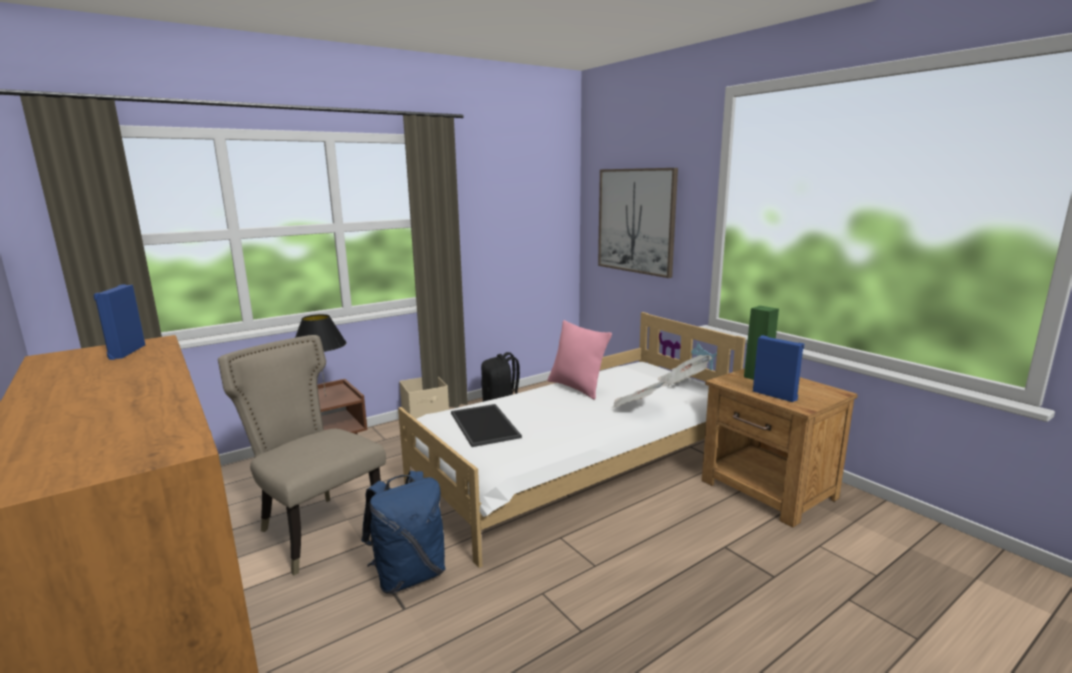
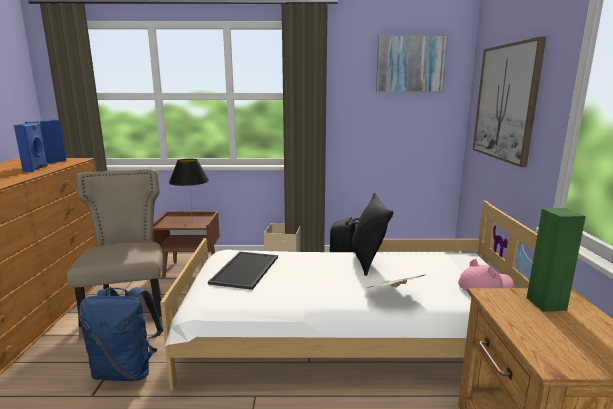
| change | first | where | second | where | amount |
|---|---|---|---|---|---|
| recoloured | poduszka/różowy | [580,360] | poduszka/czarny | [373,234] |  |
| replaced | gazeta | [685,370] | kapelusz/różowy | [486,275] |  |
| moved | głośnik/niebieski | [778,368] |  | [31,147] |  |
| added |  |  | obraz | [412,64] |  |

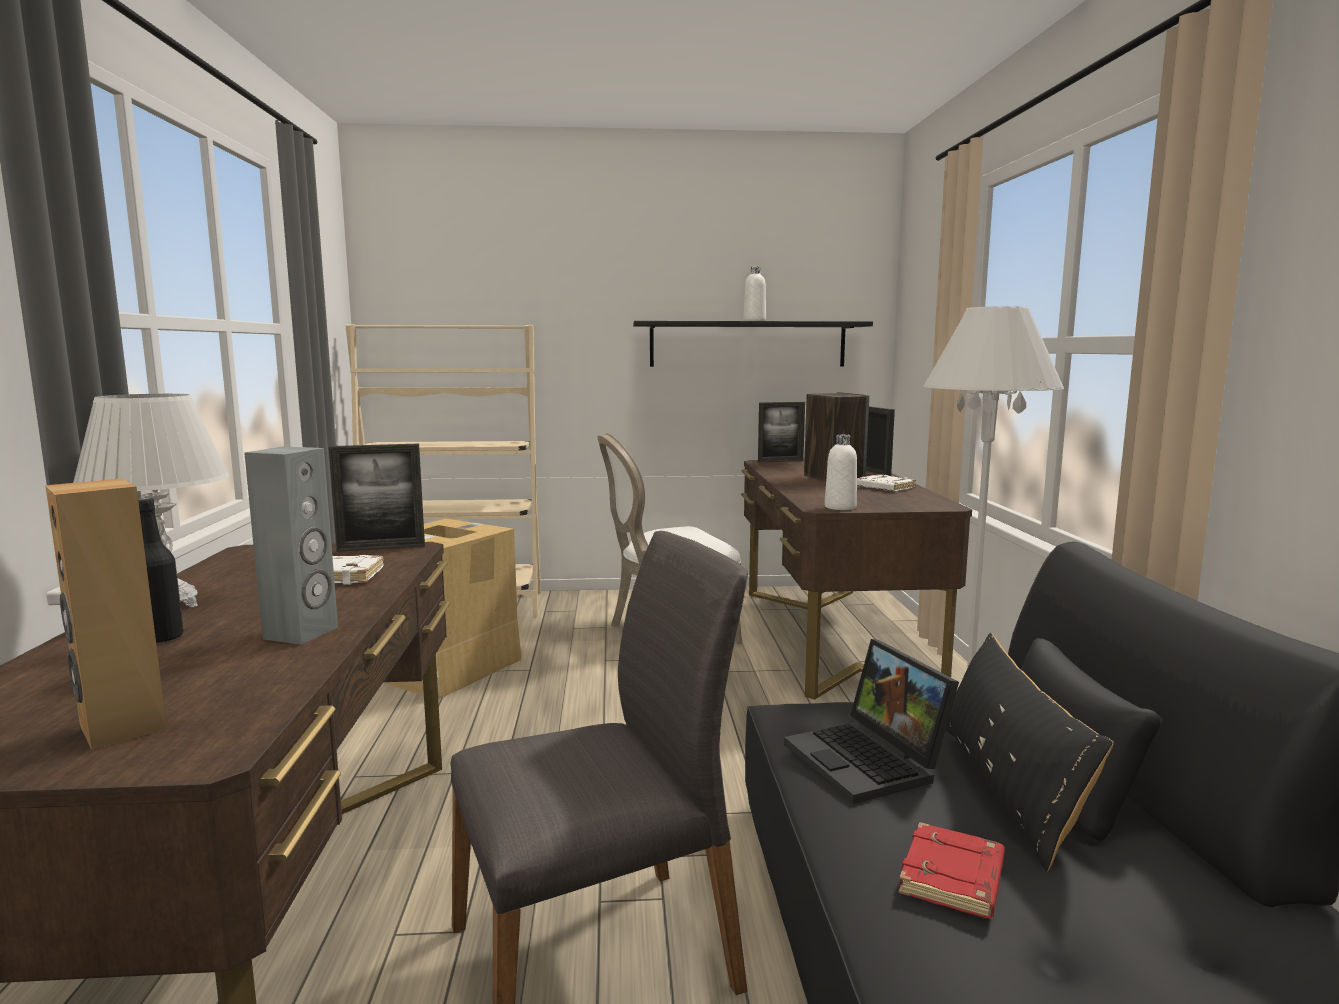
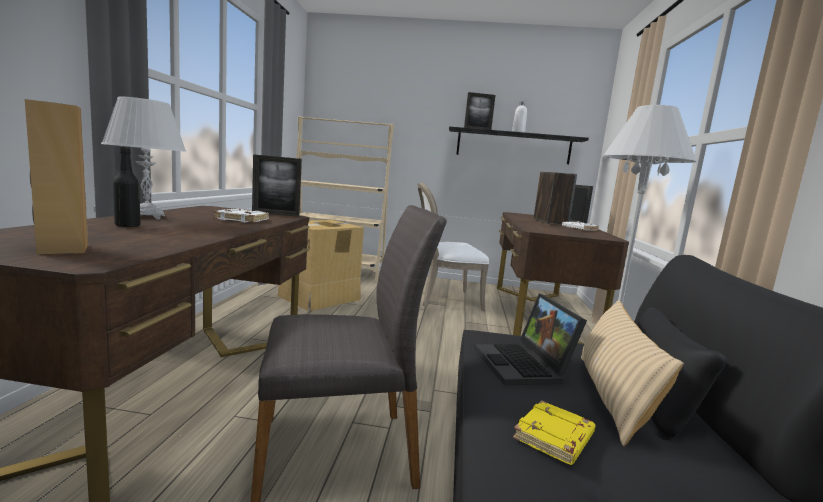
| change | first | where | second | where | amount |
|---|---|---|---|---|---|
| removed | głośnik/szary | [291,546] |  |  |  |
| moved | ramka na zdjęcie | [781,432] |  | [480,111] |  |
| removed | butelka/biały | [841,472] |  |  |  |
| recoloured | książka/czerwony | [952,870] | książka/żółty | [554,432] |  |
| recoloured | poduszka/czarny | [1030,752] | poduszka/beżowy | [632,373] |  |

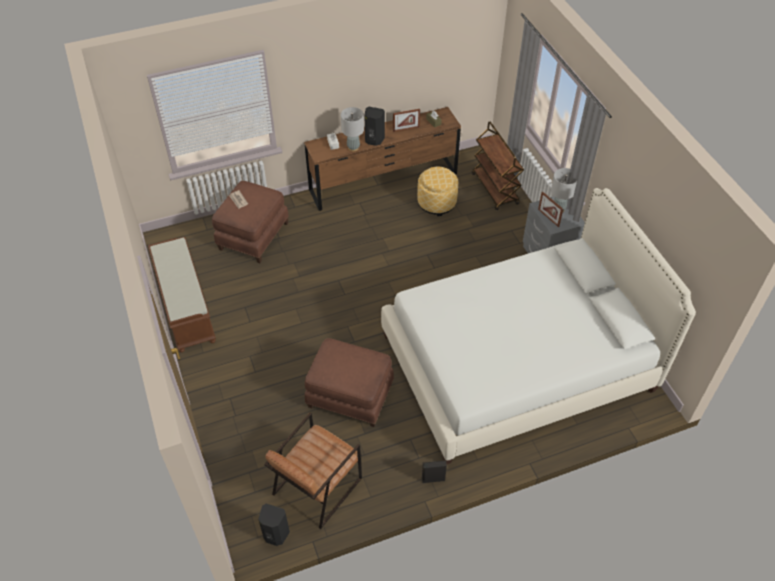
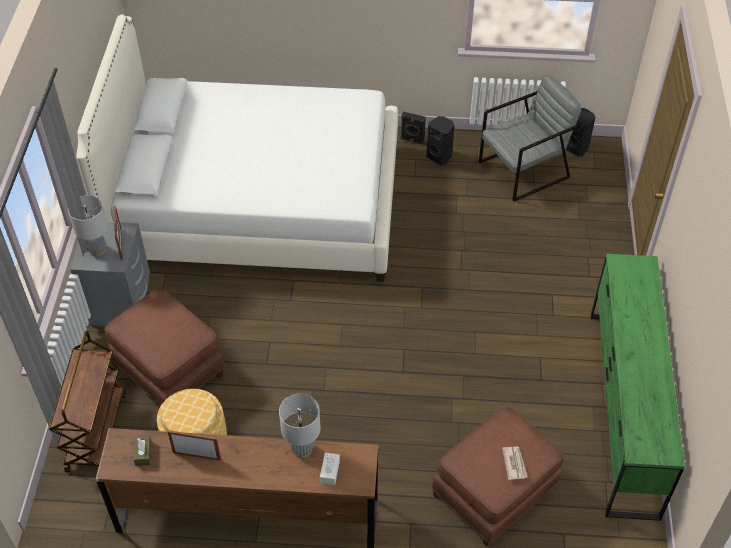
| change | first | where | second | where | amount |
|---|---|---|---|---|---|
| replaced | ławka/brązowy | [182,294] | komoda/zielony | [638,387] |  |
| recoloured | fotel/brązowy | [313,471] | fotel/szary | [530,138] |  |
| moved | pufa/brązowy | [349,382] |  | [165,347] |  |
| moved | głośnik/czarny | [374,126] |  | [440,140] |  |

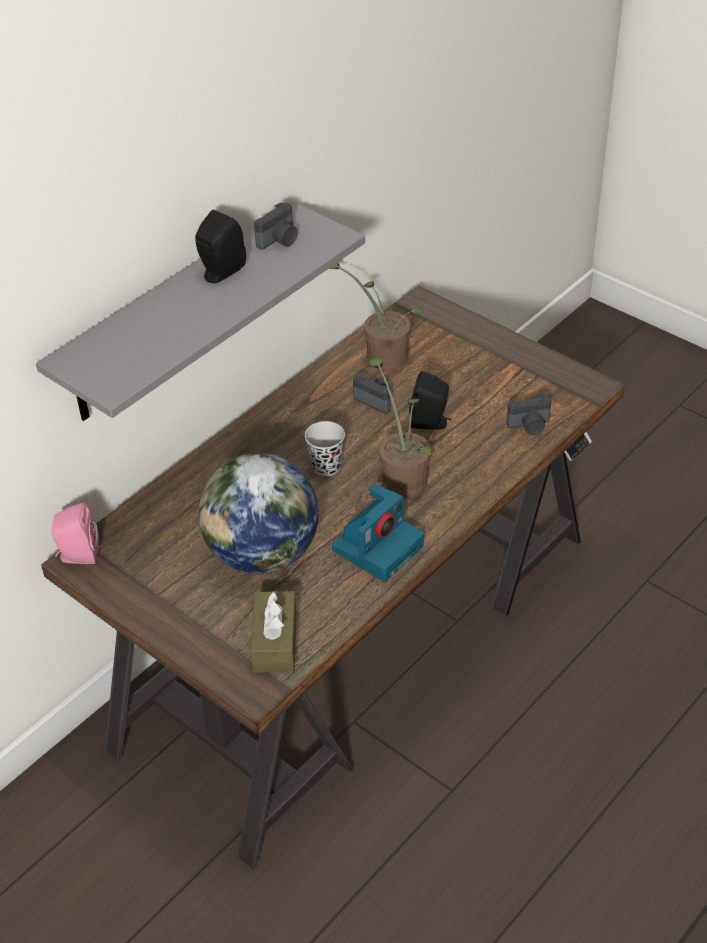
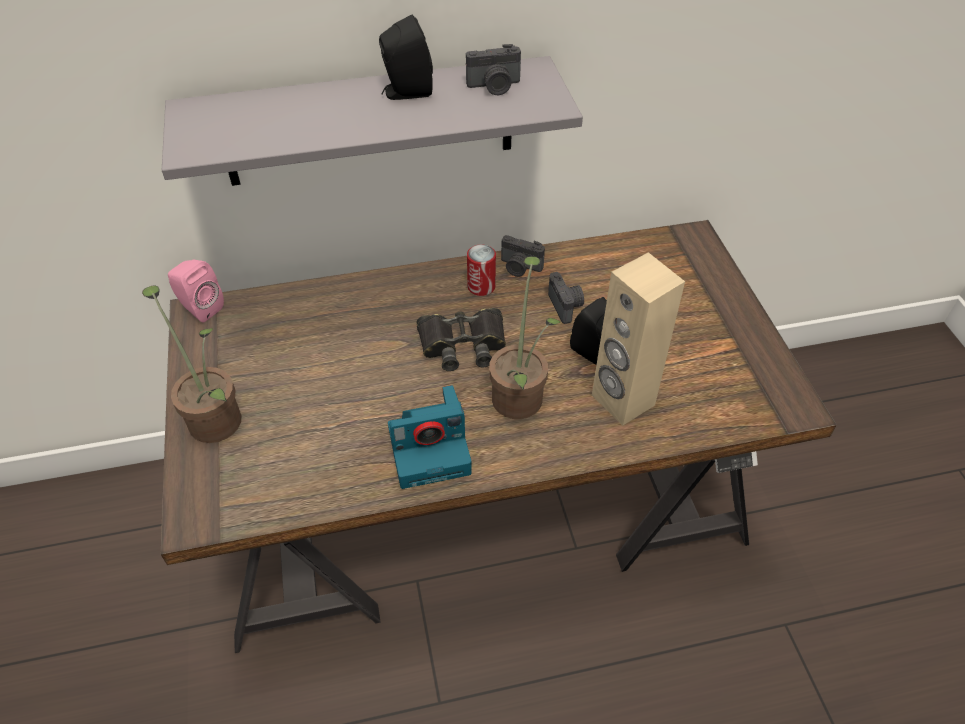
| change | first | where | second | where | amount |
|---|---|---|---|---|---|
| removed | globus | [258,513] |  |  |  |
| removed | pudełko chusteczek/brązowy | [273,632] |  |  |  |
| replaced | filiżanka/czarny | [325,448] | lornetka/czarny | [461,339] |  |
| moved | roślina doniczkowa | [377,316] |  | [191,364] |  |
| moved | aparat fotograficzny | [529,415] |  | [523,256] |  |
| added |  |  | puszka | [481,270] |  |
| added |  |  | głośnik/beżowy | [638,338] |  |

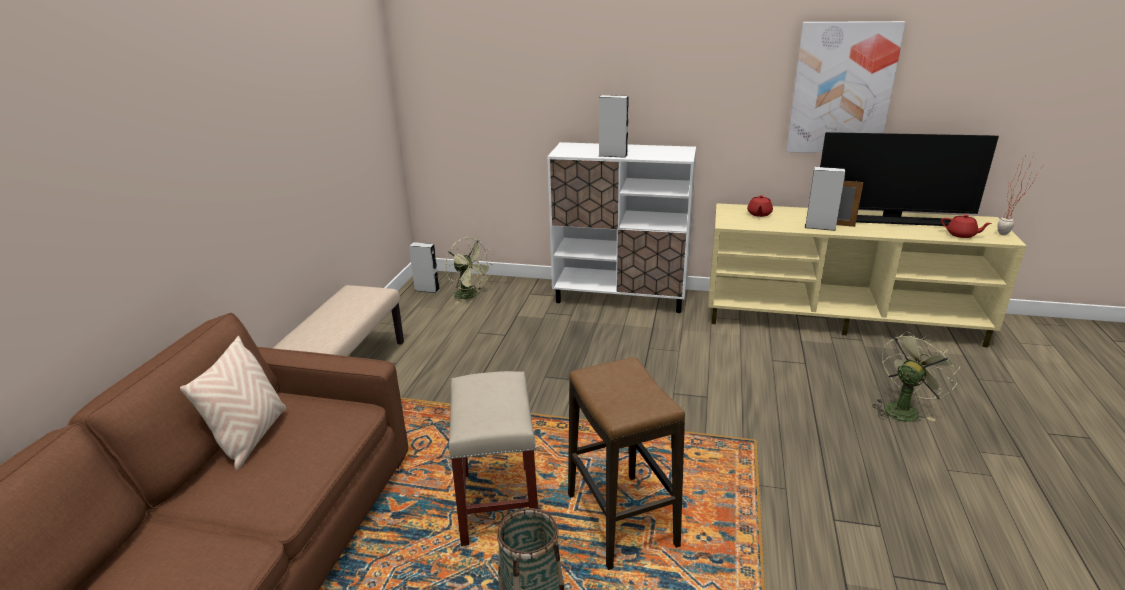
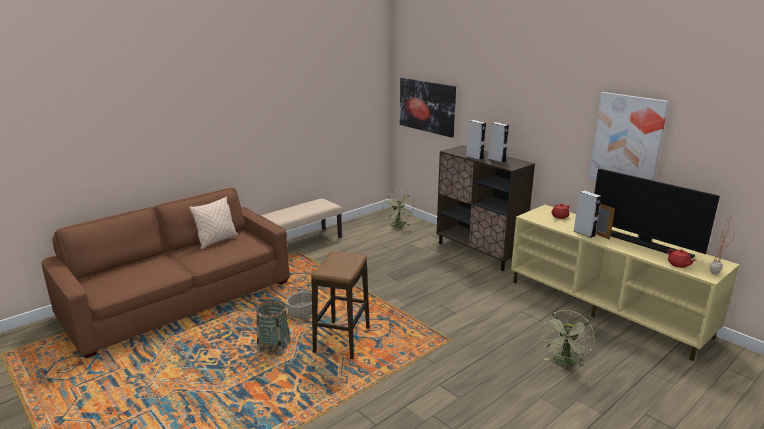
| change | first | where | second | where | amount |
|---|---|---|---|---|---|
| moved | głośnik/szary | [424,267] |  | [498,142] |  |
| replaced | stołek/beżowy | [493,458] | koszyk | [299,297] |  |
| recoloured | szafka/biały | [621,227] | szafka/brązowy | [486,208] |  |
| turned | wentylator/zielony | [916,376] |  | [568,338] | 120 degrees clockwise |
| added |  |  | obraz | [428,108] |  |

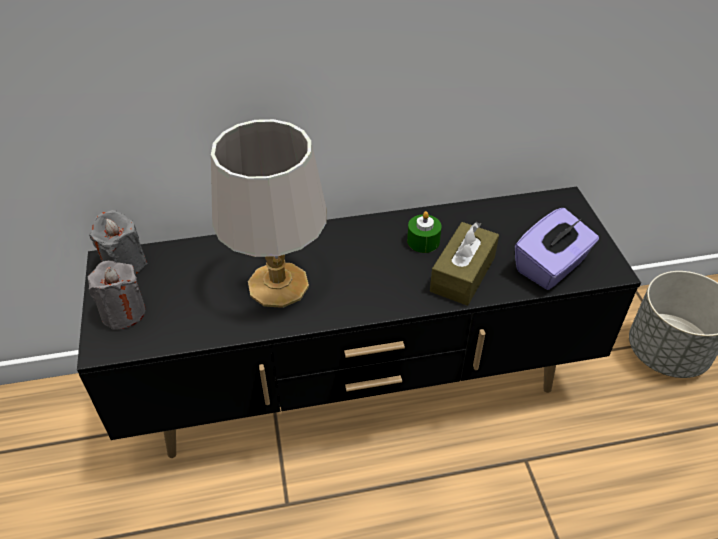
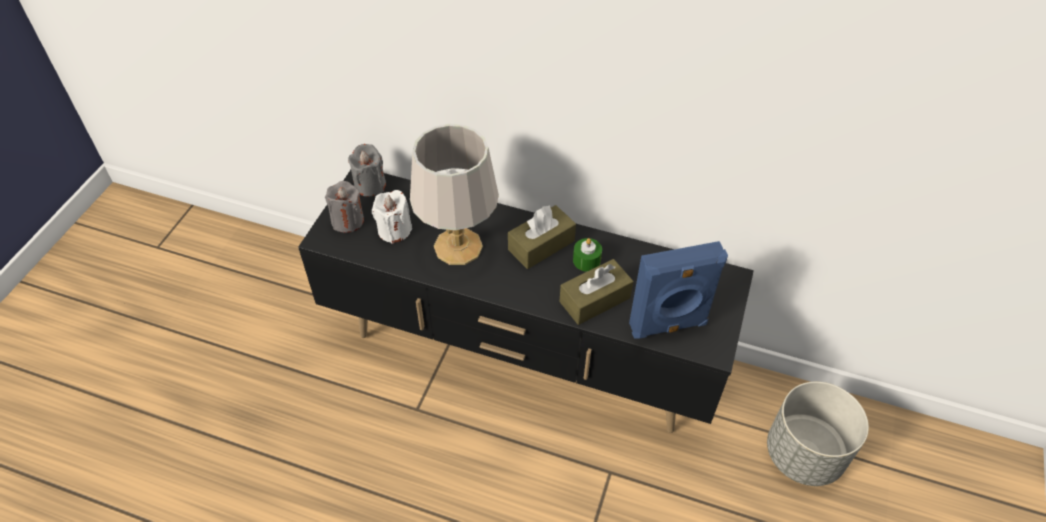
| change | first | where | second | where | amount |
|---|---|---|---|---|---|
| replaced | pudełko chusteczek/fioletowy | [557,249] | głośnik/niebieski | [678,290] |  |
| added |  |  | świeca/biały | [392,217] |  |
| added |  |  | pudełko chusteczek/brązowy | [542,237] |  |

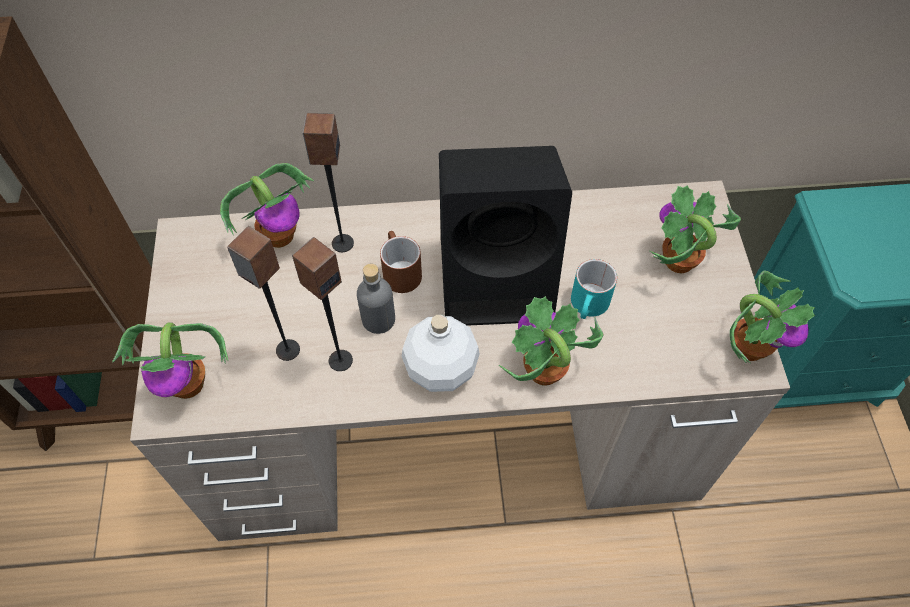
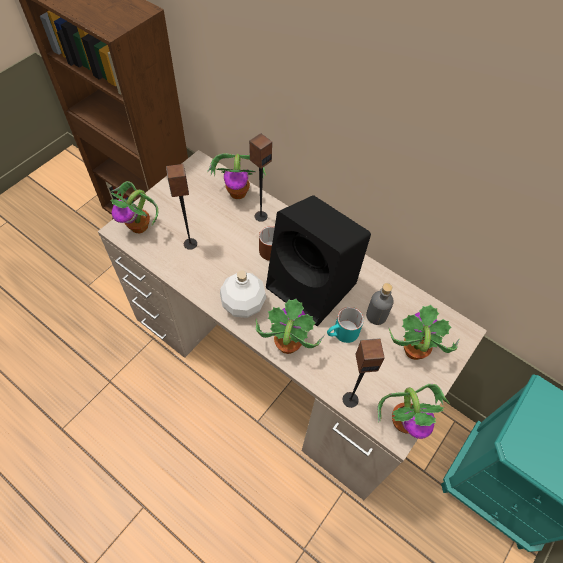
| change | first | where | second | where | amount |
|---|---|---|---|---|---|
| moved | głośnik | [322,304] |  | [364,373] |  |
| moved | butelka/szary | [376,299] |  | [380,304] |  |

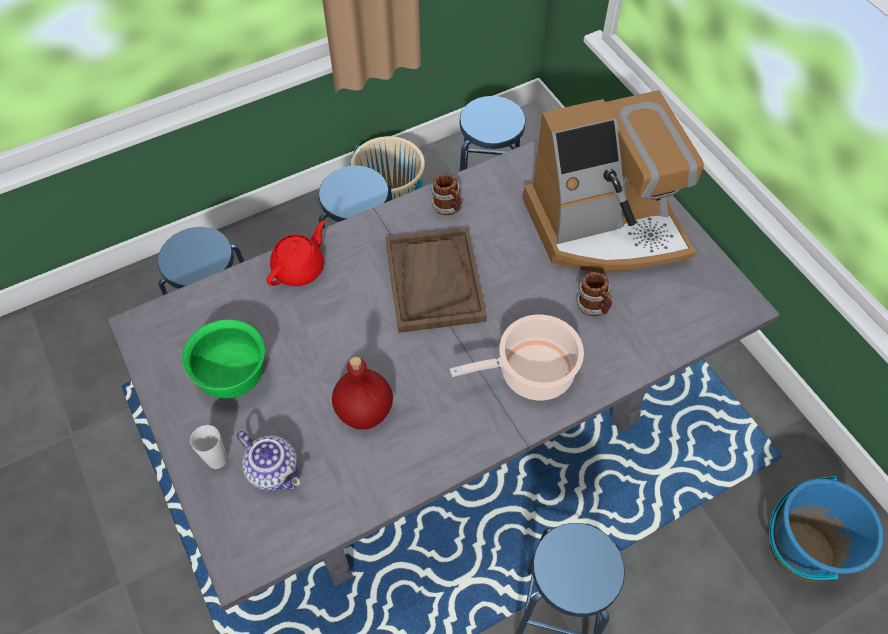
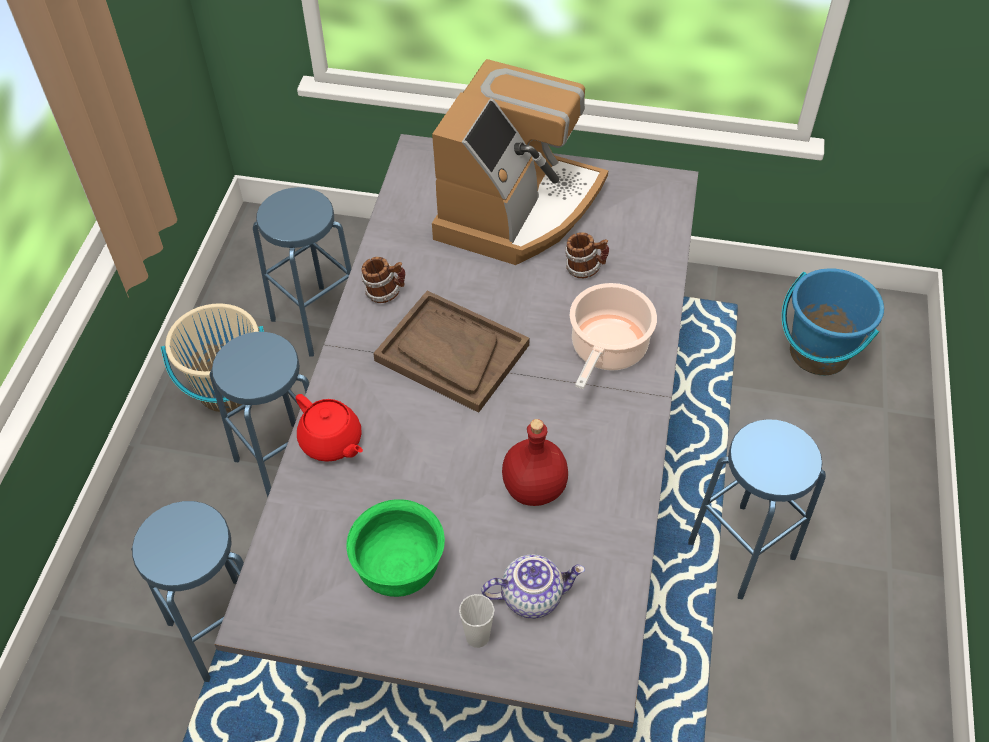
| change | first | where | second | where | amount |
|---|---|---|---|---|---|
| turned | imbryk/czerwony | [295,253] |  | [329,428] | 150 degrees clockwise |

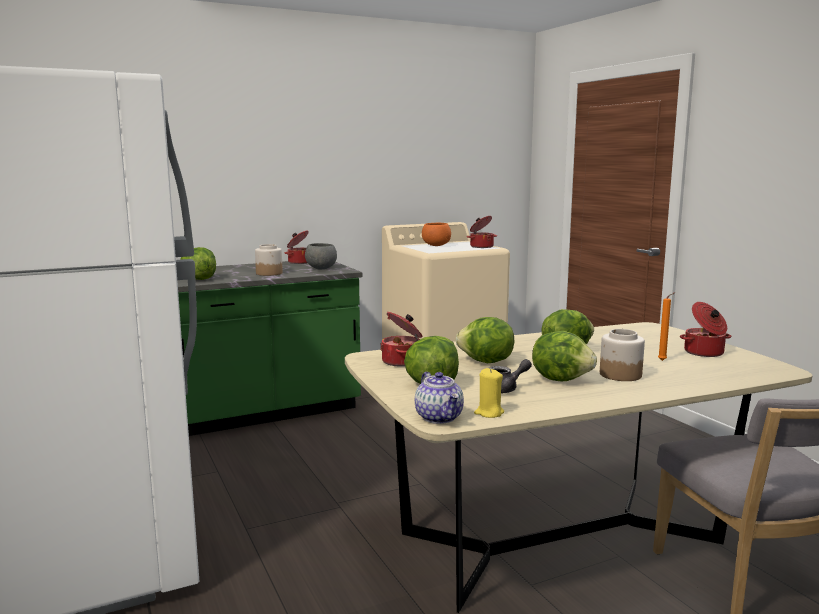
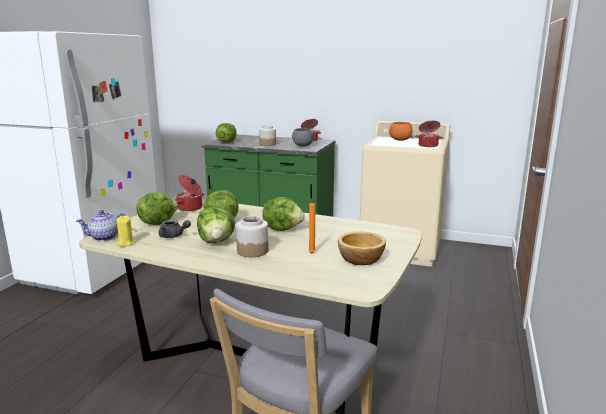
| change | first | where | second | where | amount |
|---|---|---|---|---|---|
| turned | imbryk | [439,398] |  | [101,225] | 45 degrees clockwise |
| replaced | garnek | [705,329] | miska | [362,248] |  |

